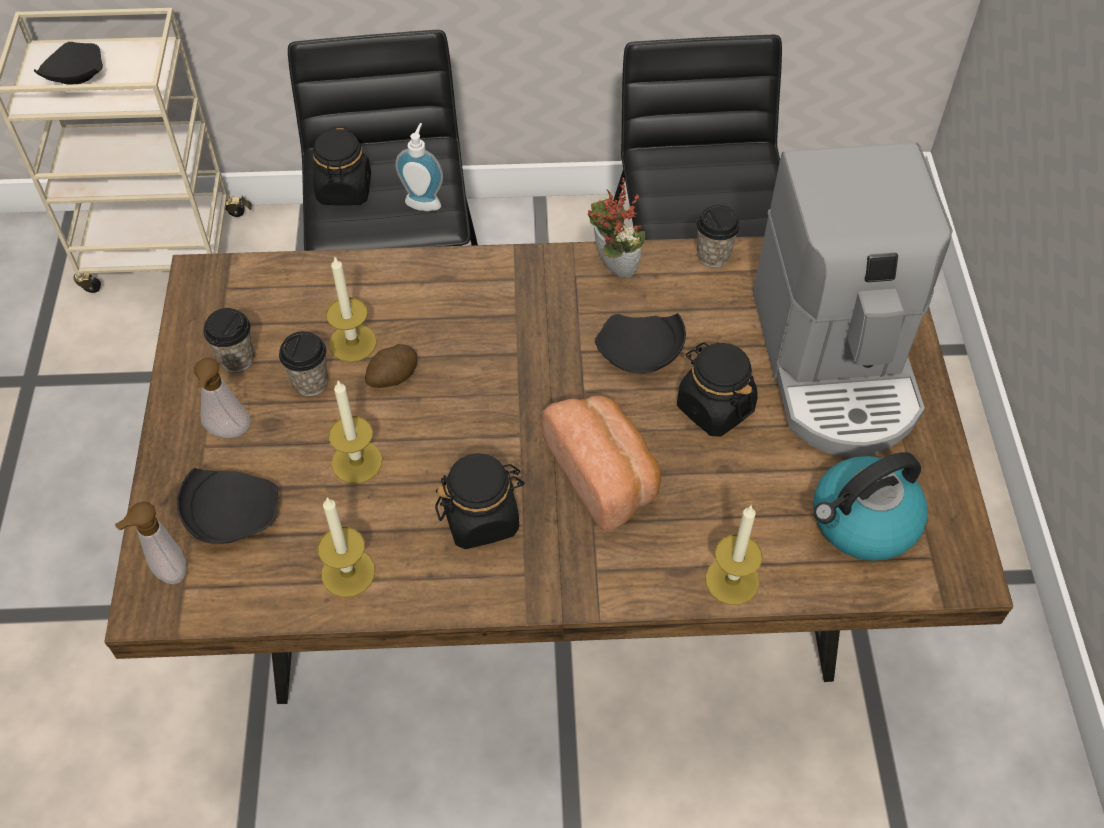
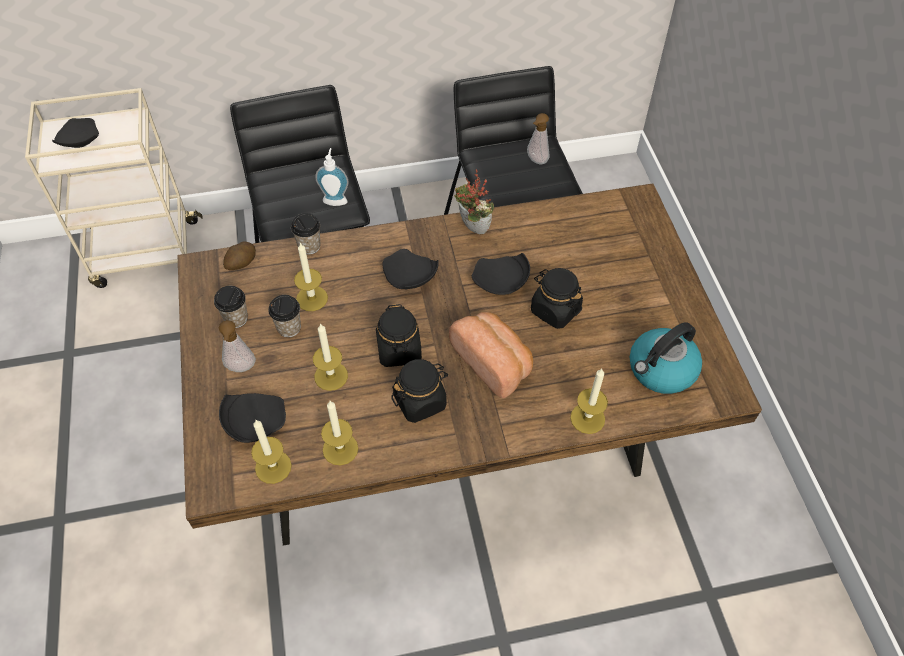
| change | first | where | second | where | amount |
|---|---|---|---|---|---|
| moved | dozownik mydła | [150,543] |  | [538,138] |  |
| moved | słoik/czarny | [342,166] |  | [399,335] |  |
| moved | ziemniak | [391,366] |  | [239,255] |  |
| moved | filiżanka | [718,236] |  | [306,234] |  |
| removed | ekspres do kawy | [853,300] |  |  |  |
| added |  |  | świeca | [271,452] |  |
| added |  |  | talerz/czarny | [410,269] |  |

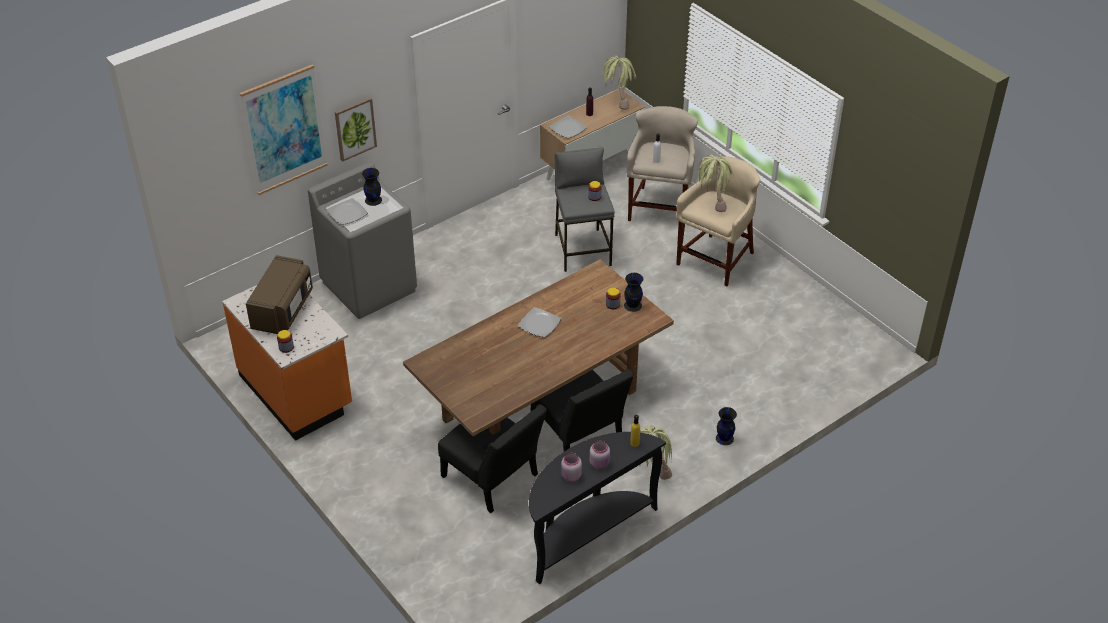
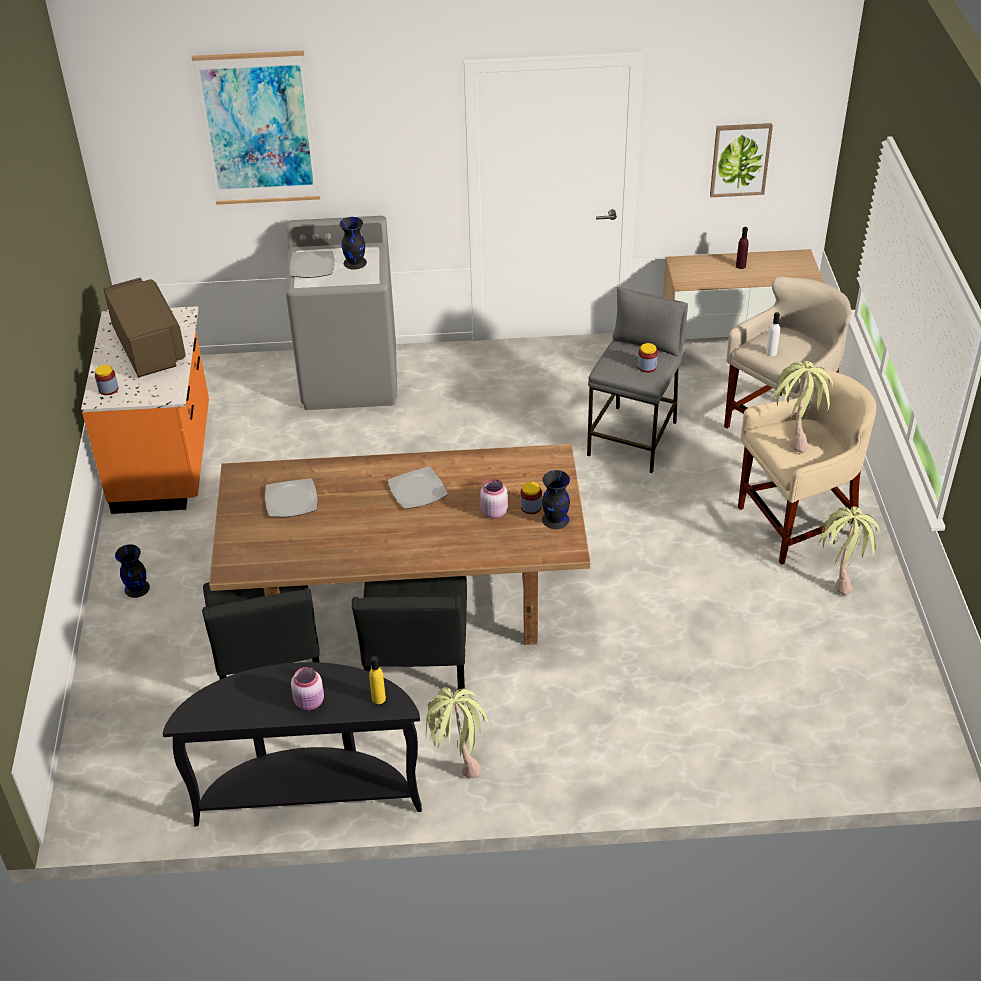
| change | first | where | second | where | amount |
|---|---|---|---|---|---|
| turned | mikrofalówka/brązowy | [279,294] |  | [144,327] | 75 degrees counterclockwise |
| moved | obraz | [356,129] |  | [741,160] |  |
| moved | talerz | [568,127] |  | [291,497] |  |
| moved | słoik/różowy | [571,467] |  | [494,499] |  |
| moved | roślina doniczkowa | [619,83] |  | [848,550] |  |
| moved | wazon/czarny | [726,426] |  | [132,571] |  |

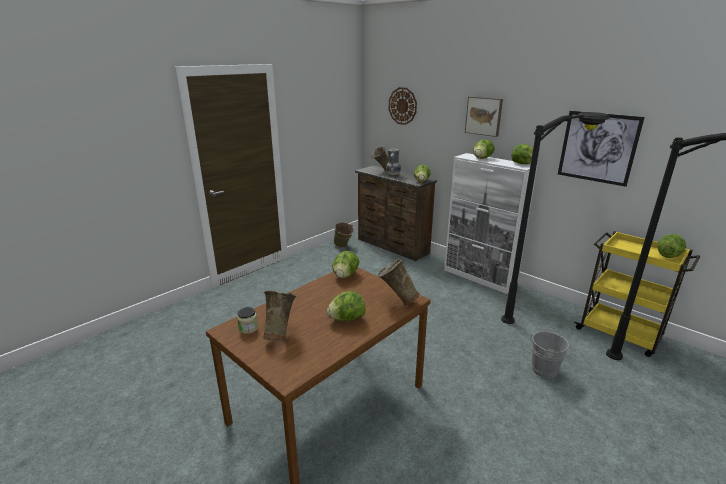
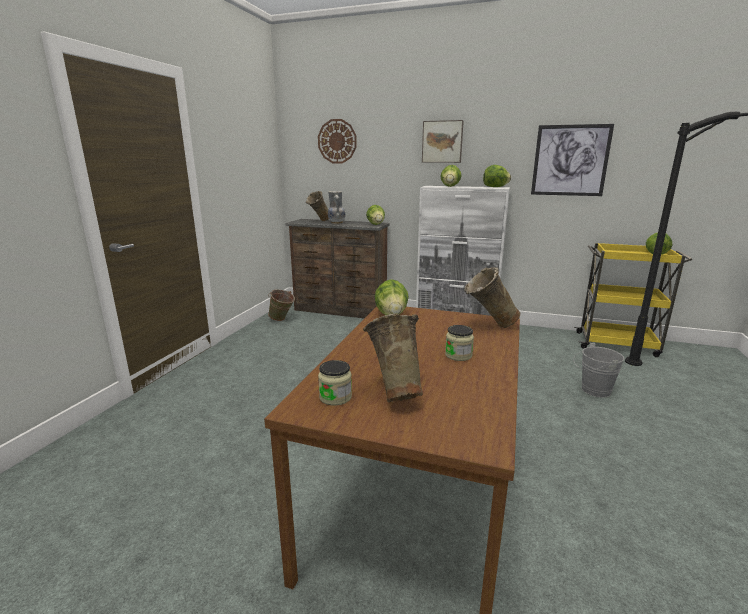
| change | first | where | second | where | amount |
|---|---|---|---|---|---|
| replaced | sałata | [346,306] | słoik | [459,343] |  |
| removed | lampa stojąca/czarny | [555,218] |  |  |  |

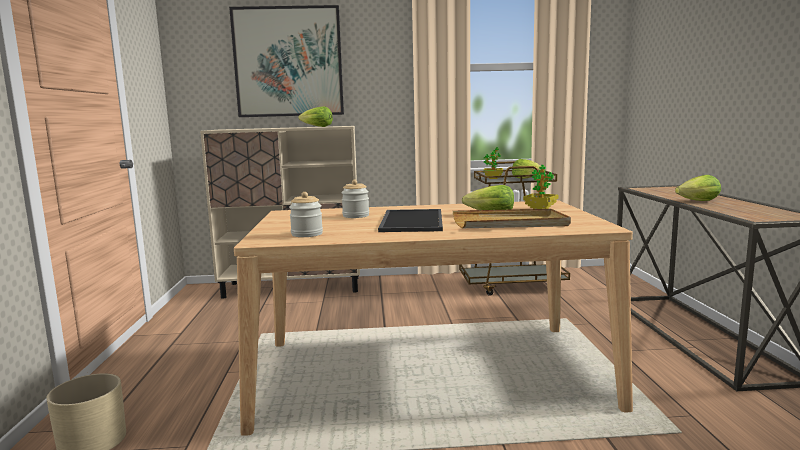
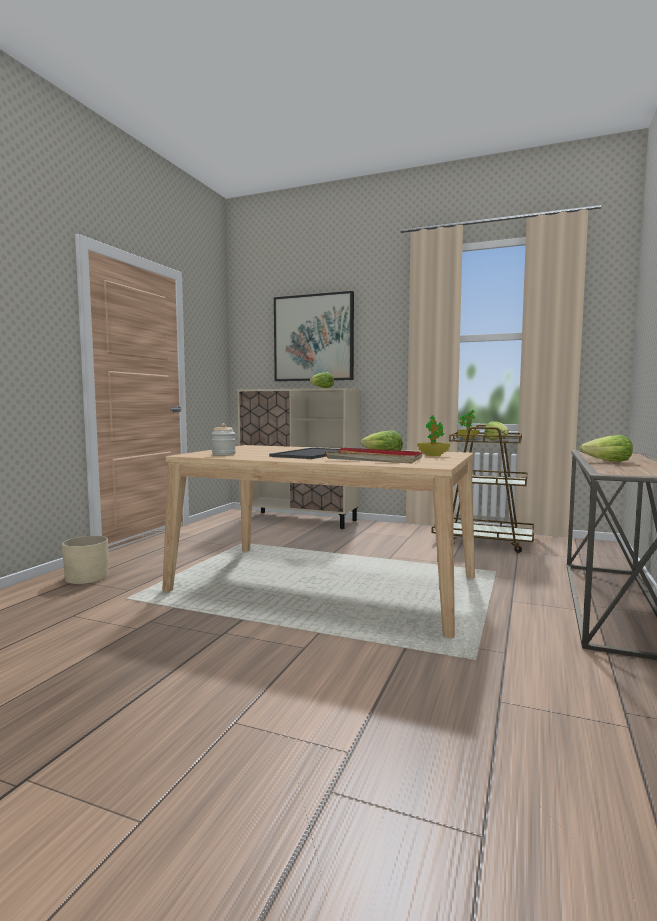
| change | first | where | second | where | amount |
|---|---|---|---|---|---|
| removed | słoik | [355,199] |  |  |  |
| recoloured | taca/beżowy | [512,218] | taca/czerwony | [373,455] |  |

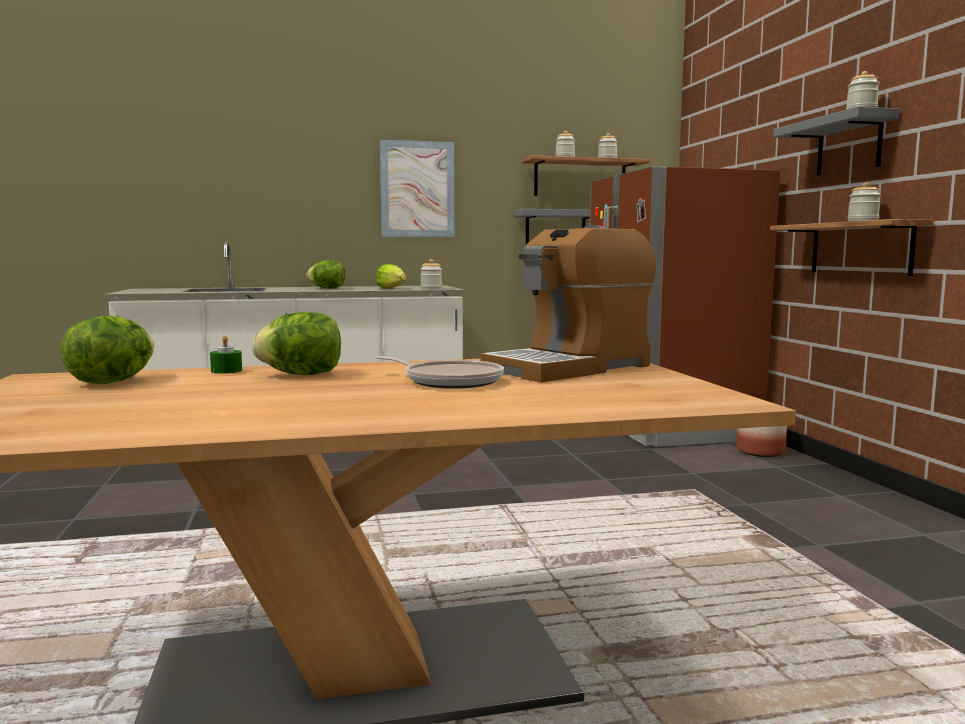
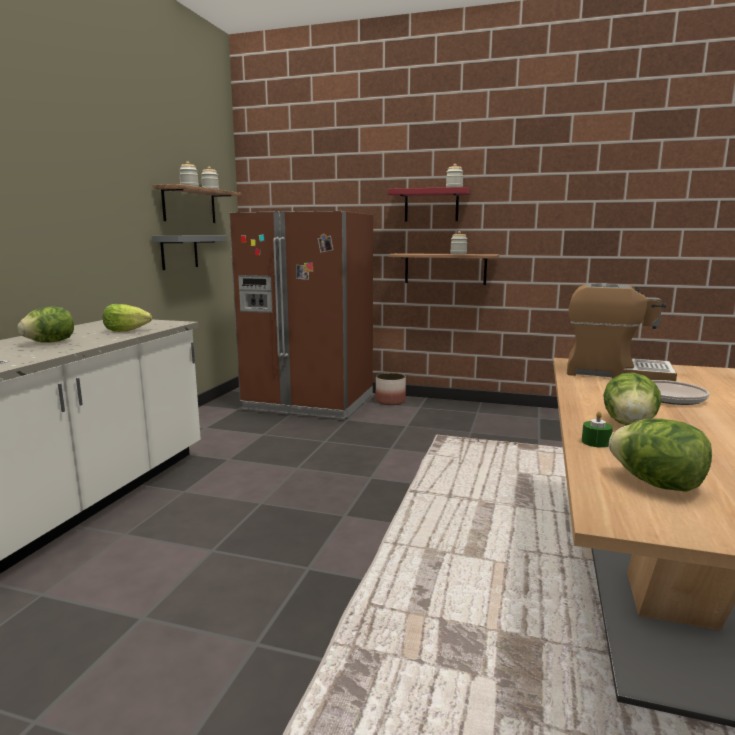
| change | first | where | second | where | amount |
|---|---|---|---|---|---|
| removed | obraz | [417,188] |  |  |  |
| removed | słoik | [431,274] |  |  |  |
| turned | ekspres do kawy | [568,303] |  | [622,332] | 60 degrees counterclockwise |
| recoloured | półka/szary | [836,141] | półka/czerwony | [429,204] |  |

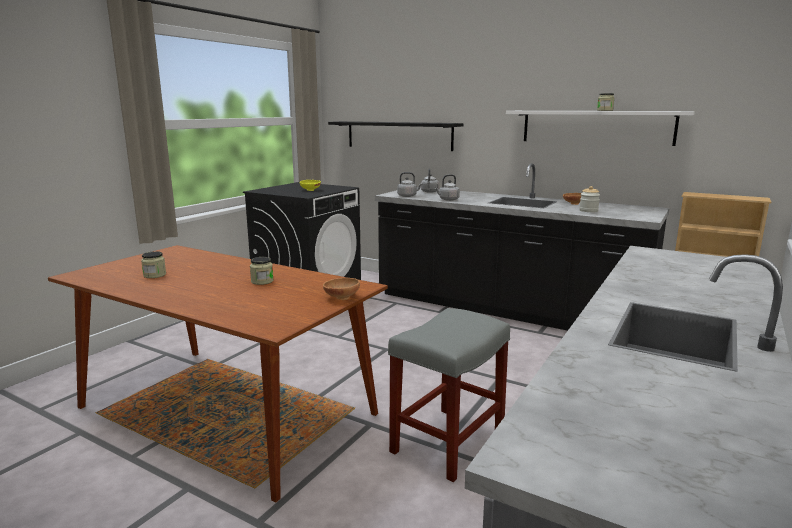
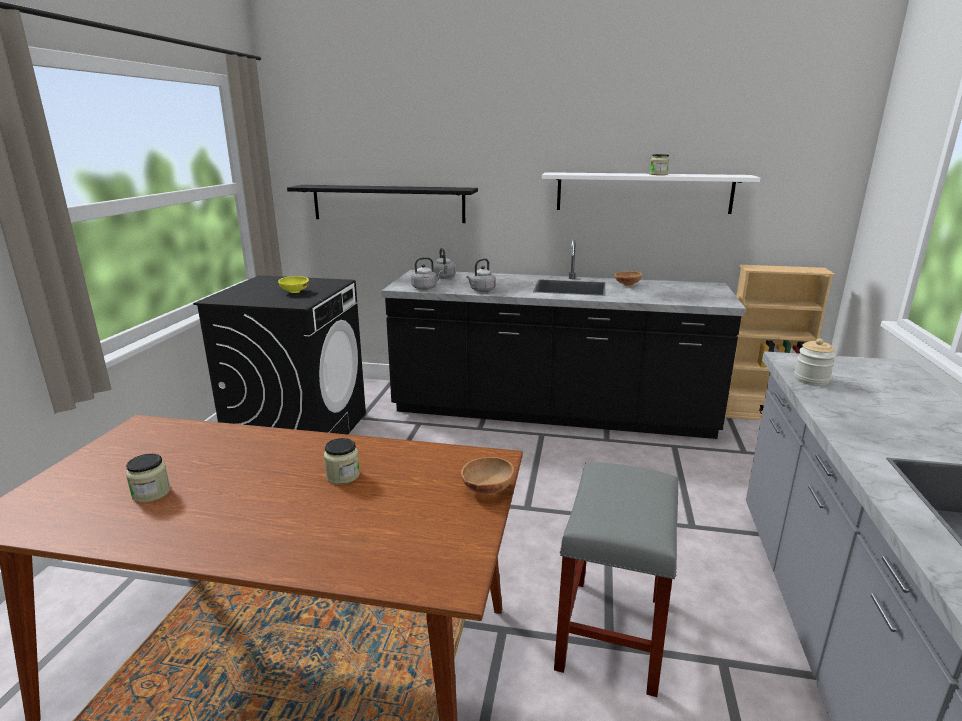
| change | first | where | second | where | amount |
|---|---|---|---|---|---|
| moved | słoik | [589,199] |  | [815,362] |  |

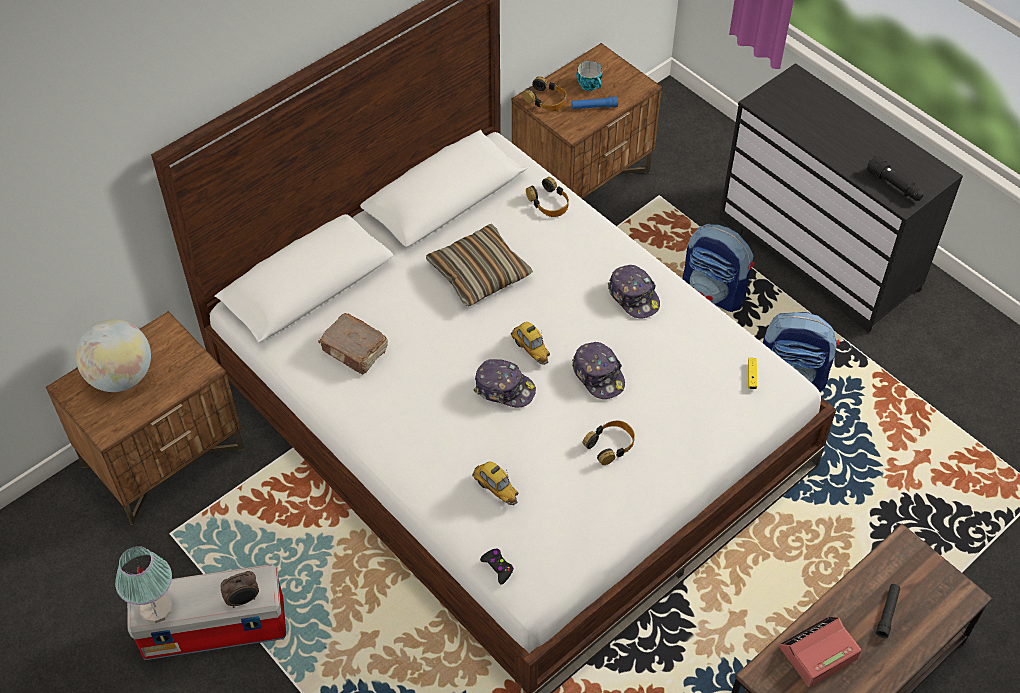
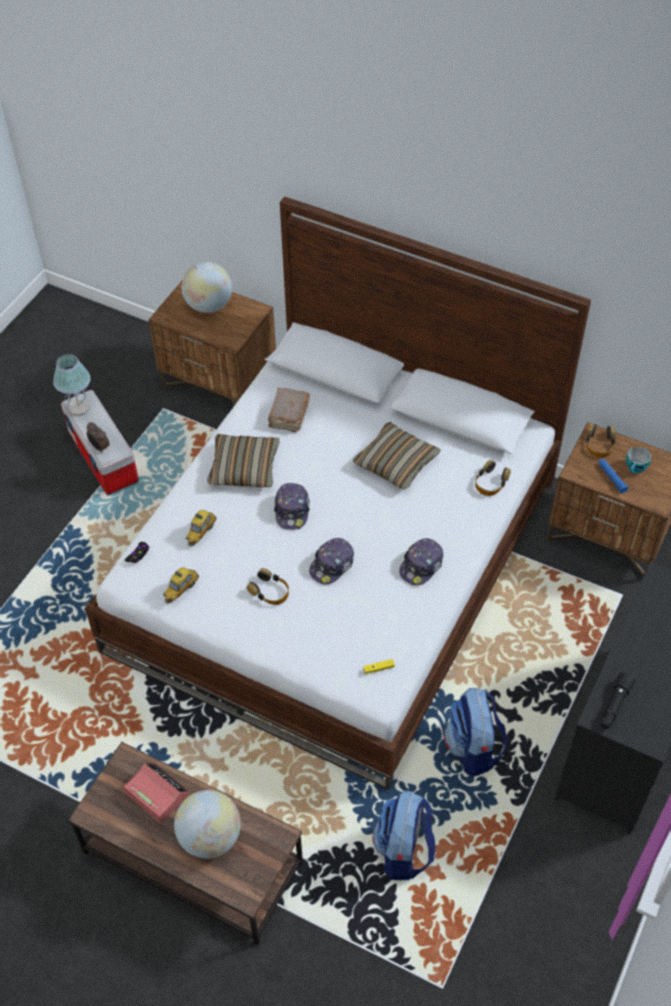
| change | first | where | second | where | amount |
|---|---|---|---|---|---|
| moved | samochodzik | [530,343] |  | [181,585] |  |
| moved | plecak | [718,268] |  | [403,835] |  |
| replaced | latarka/czarny | [888,611] | globus | [207,824] |  |
| added |  |  | poduszka | [243,460] |  |

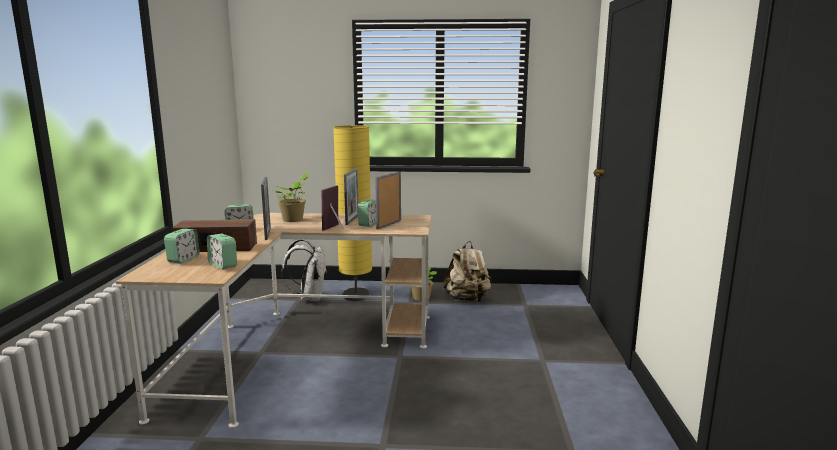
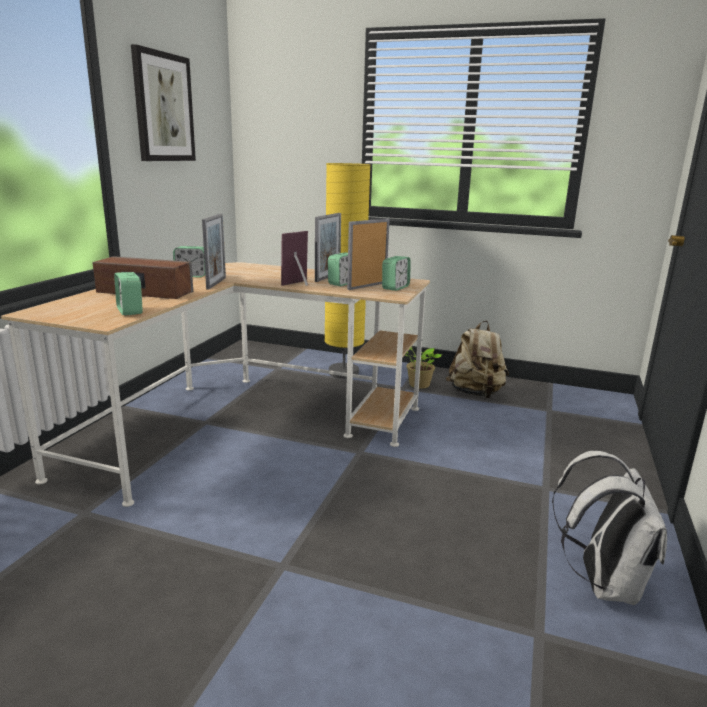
| change | first | where | second | where | amount |
|---|---|---|---|---|---|
| moved | budzik | [182,246] |  | [396,273] |  |
| removed | roślina doniczkowa | [291,197] |  |  |  |
| moved | plecak/biały | [304,270] |  | [609,528] |  |
| added |  |  | obraz | [163,102] |  |

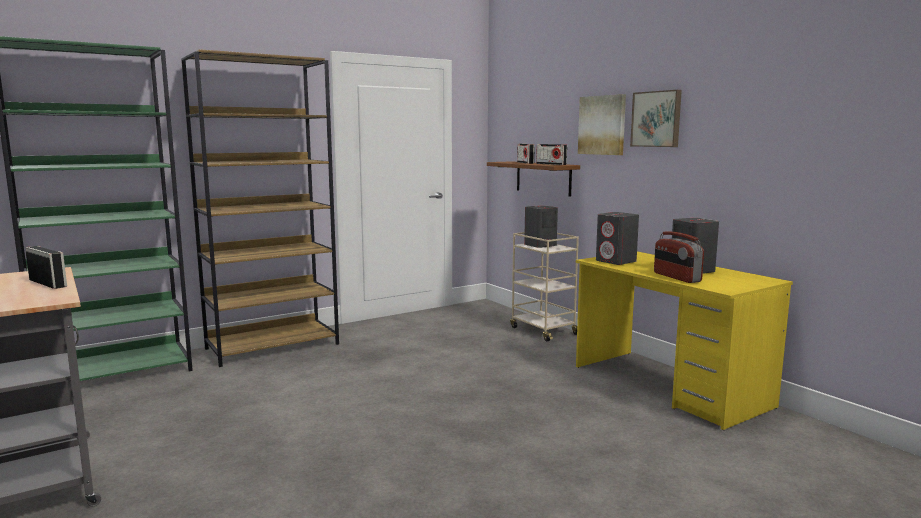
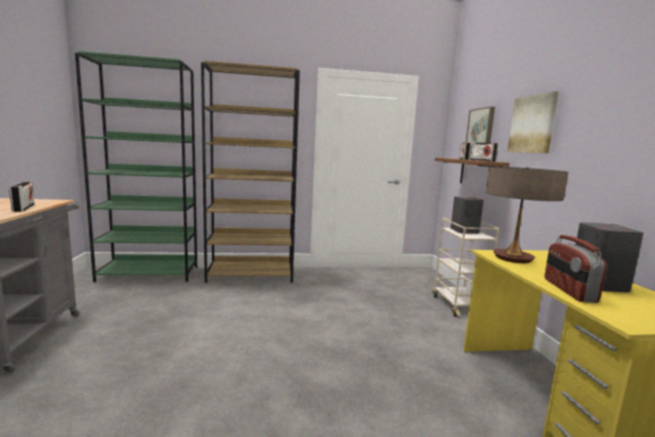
| change | first | where | second | where | amount |
|---|---|---|---|---|---|
| replaced | głośnik/szary | [617,238] | lampa stołowa | [527,214] |  |
| moved | obraz | [656,118] |  | [480,127] |  |

